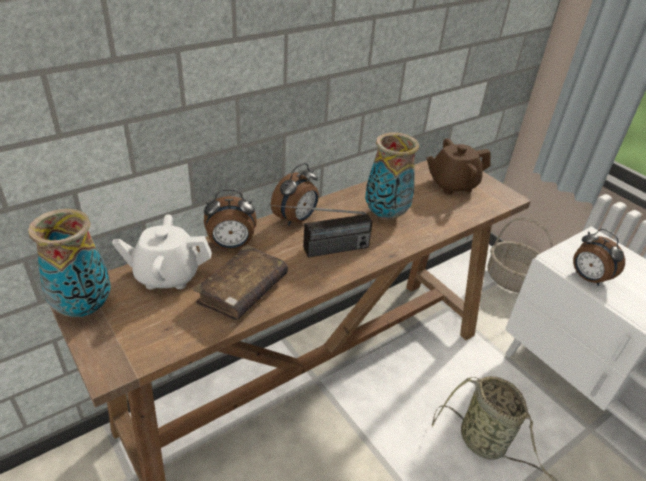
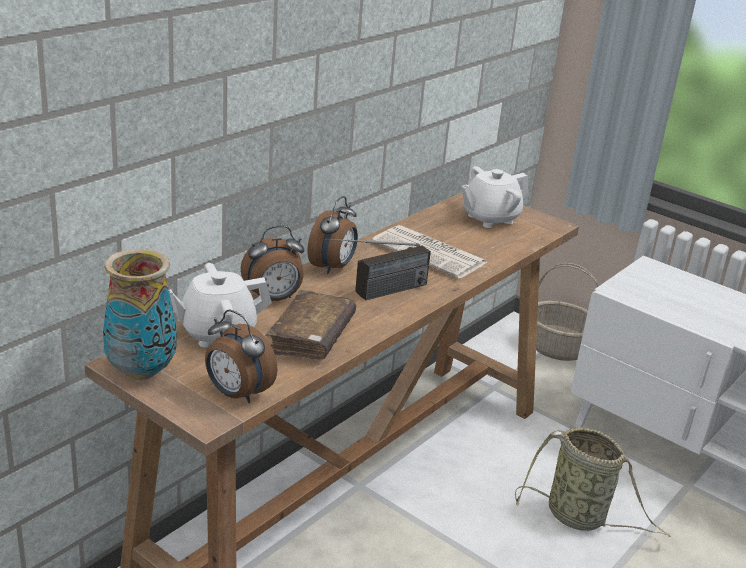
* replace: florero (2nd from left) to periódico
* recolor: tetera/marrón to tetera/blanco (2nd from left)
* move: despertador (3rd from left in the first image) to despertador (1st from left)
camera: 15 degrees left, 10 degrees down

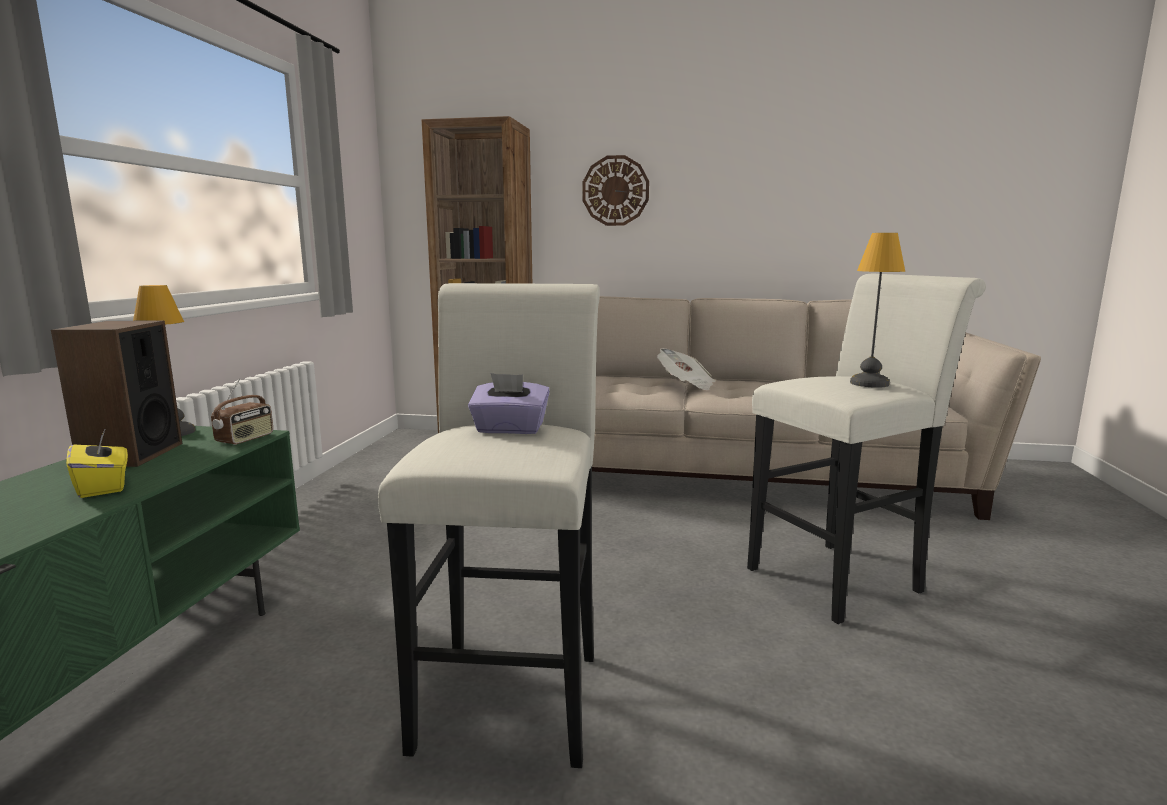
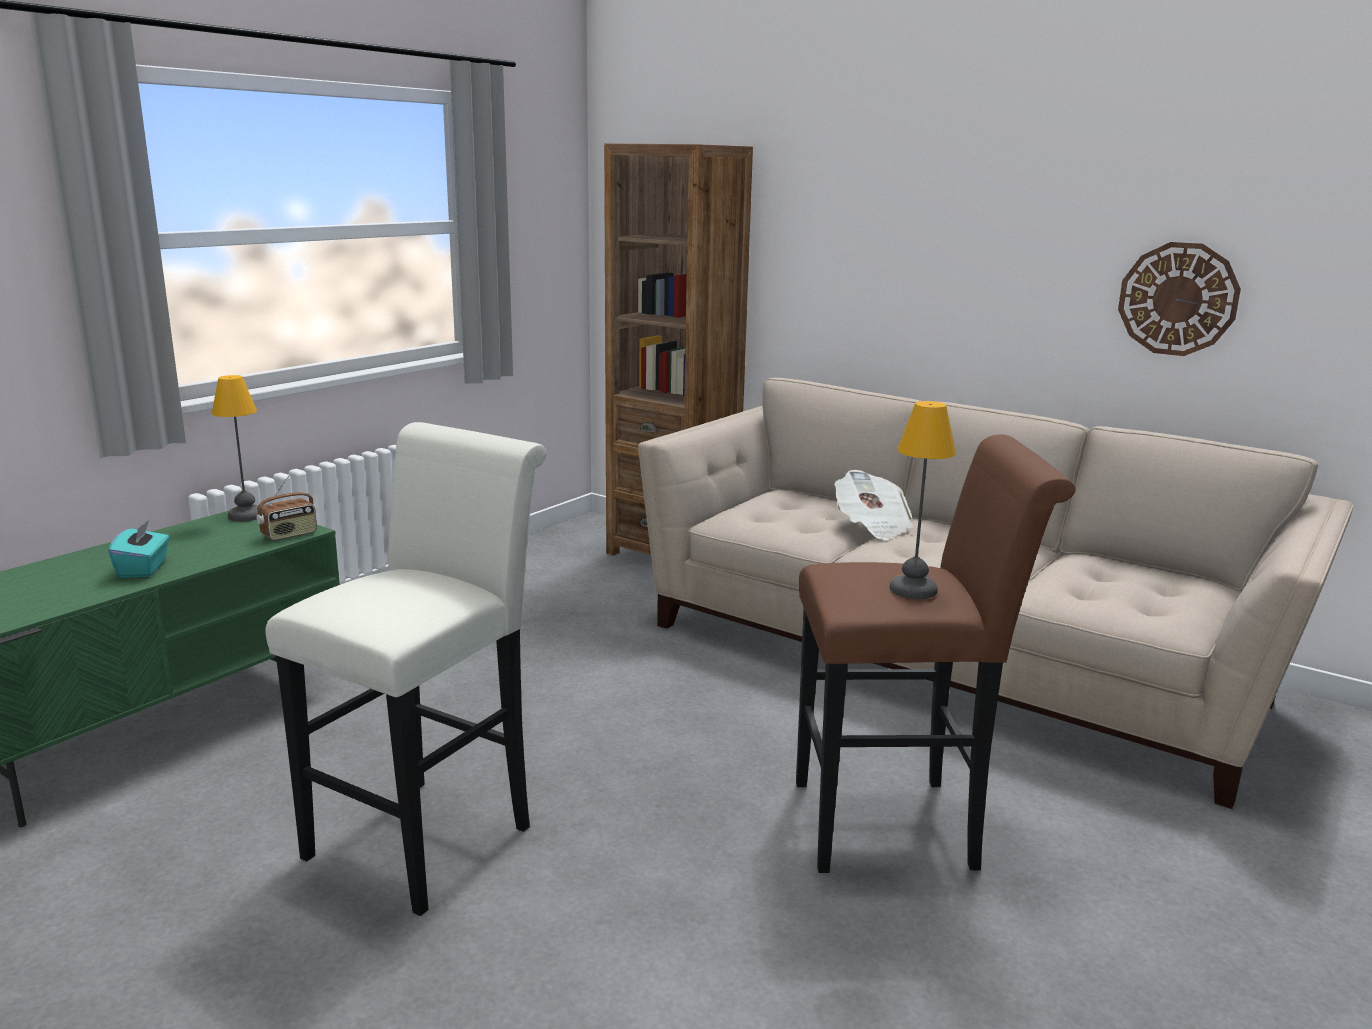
* delete: altavoz
* recolor: caja de pañuelos/amarillo to caja de pañuelos/turquesa
* delete: caja de pañuelos/morado
* move: reloj de pared
* recolor: taburete/blanco (2nd from left) to taburete/marrón
camera: 25 degrees right, 5 degrees up

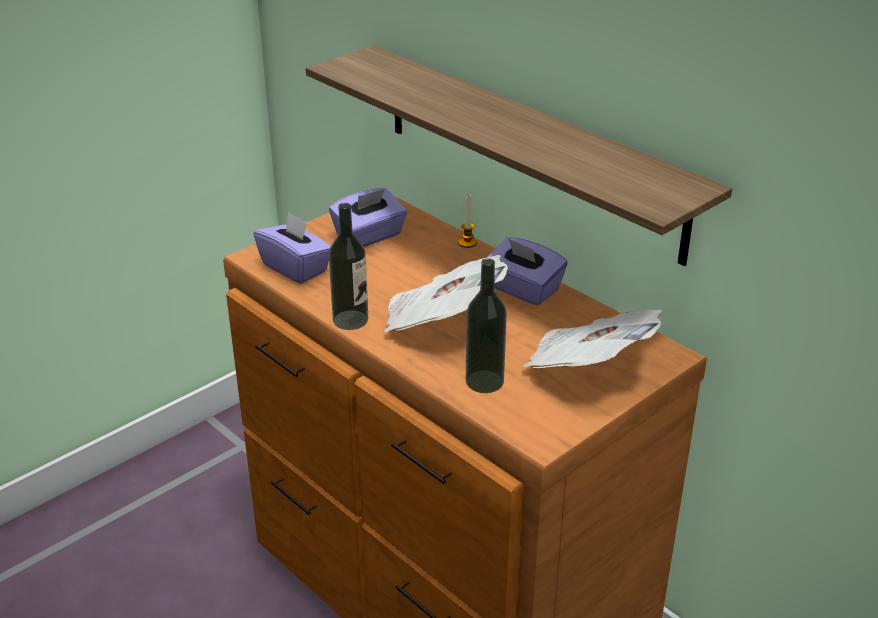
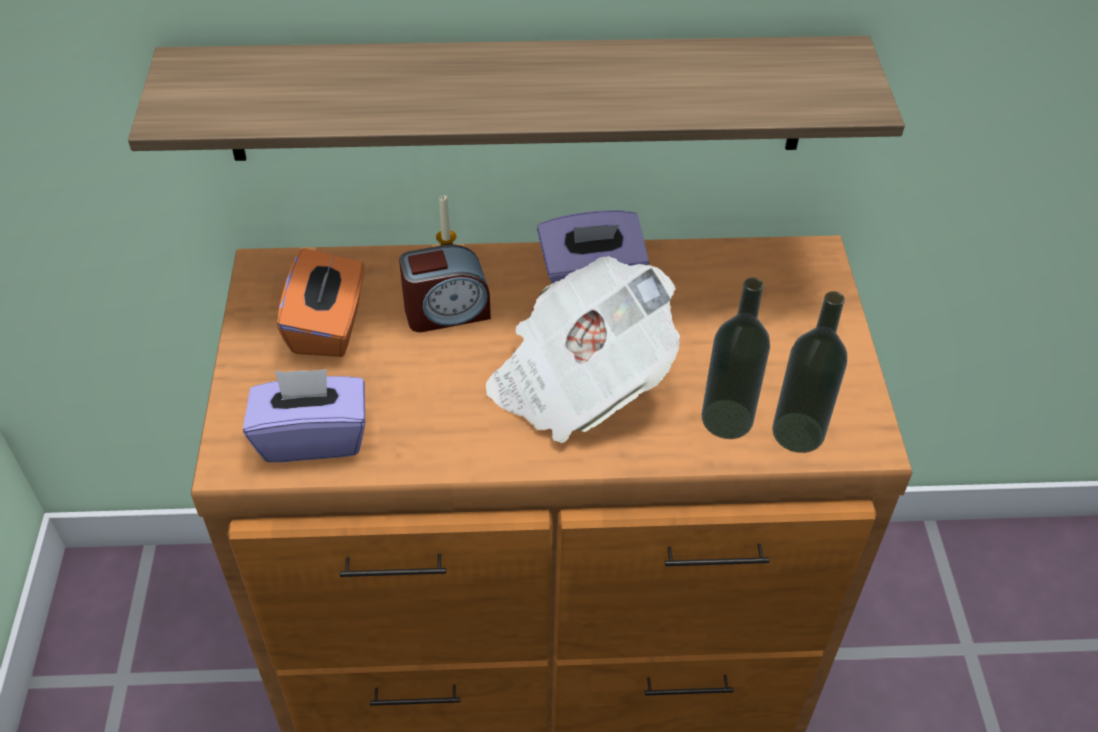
* recolor: caja de pañuelos/morado (2nd from left) to caja de pañuelos/naranja
* move: botella (1st from left in the first image) to botella (2nd from left)
* delete: periódico (2nd from left)
* insert: despertador
camera: 50 degrees left, 15 degrees up

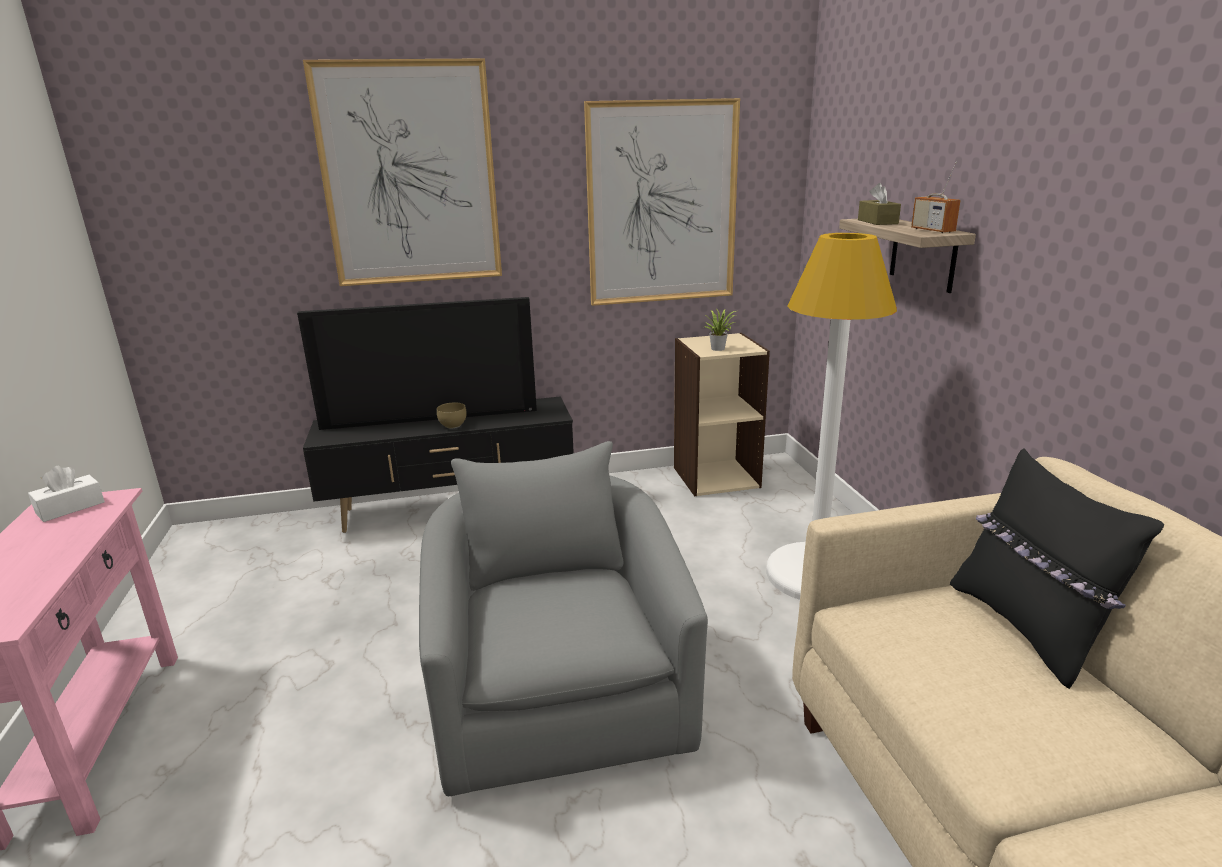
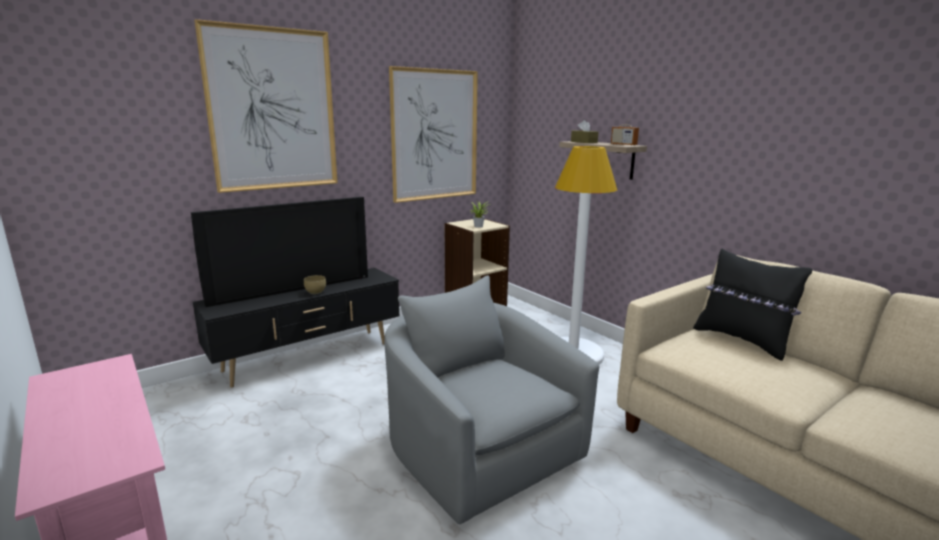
* delete: caja de pañuelos/blanco
camera: 25 degrees left, 5 degrees down

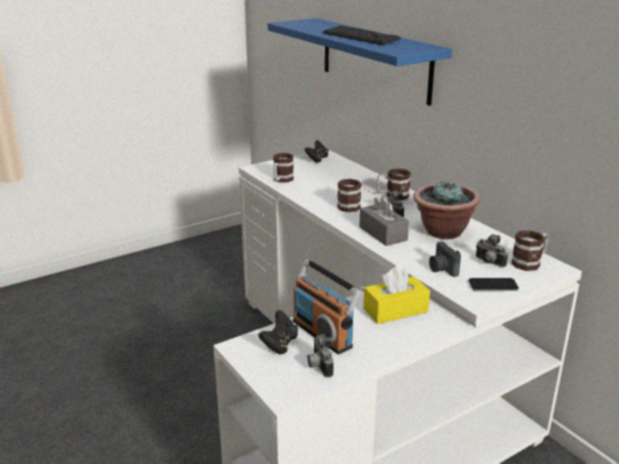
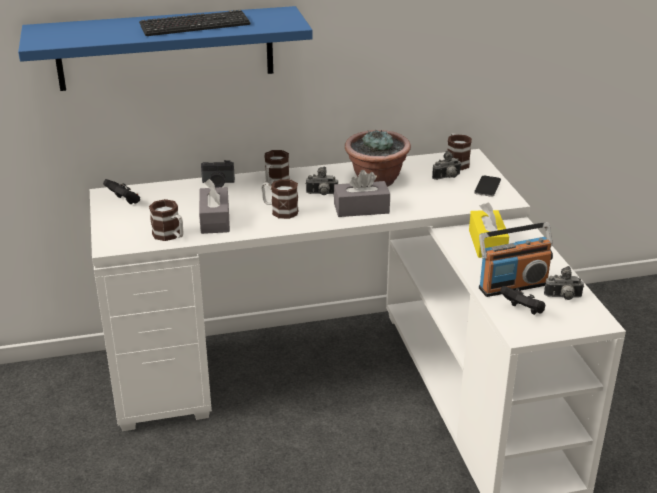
* move: cámara (3rd from left in the first image) to cámara (1st from left)
* insert: caja de pañuelos/gris (1st from left)
camera: 70 degrees left, 5 degrees up

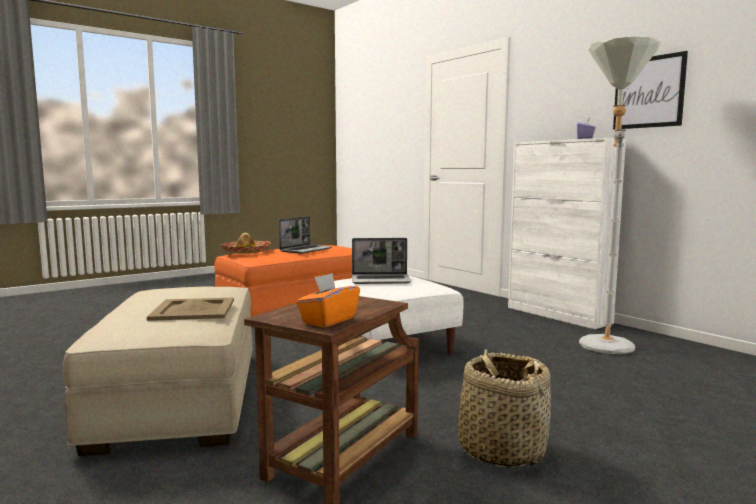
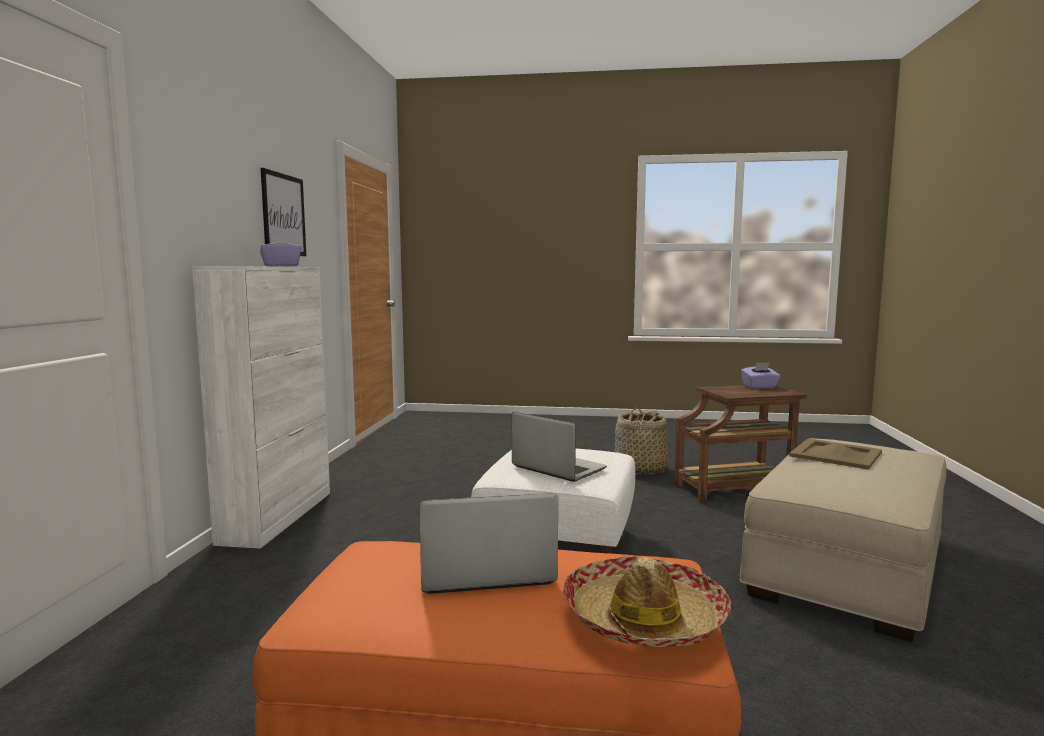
* recolor: caja de pañuelos/naranja to caja de pañuelos/morado (2nd from left)
* delete: lámpara de pie/gris
camera: 135 degrees left, 0 degrees up

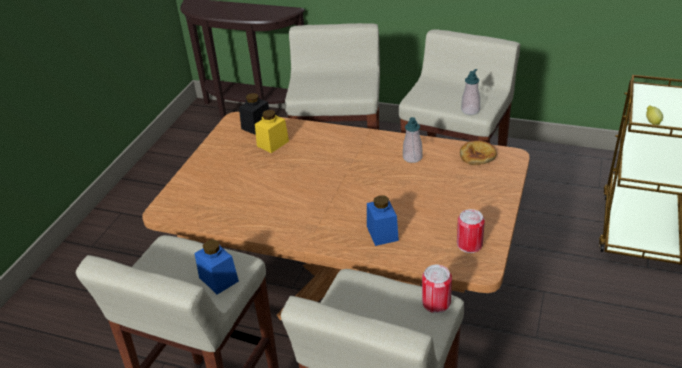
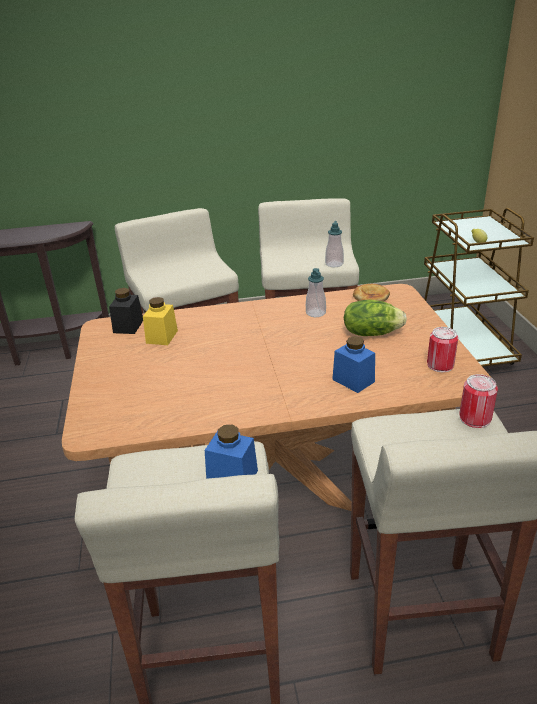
* insert: lechuga
camera: 30 degrees left, 5 degrees down

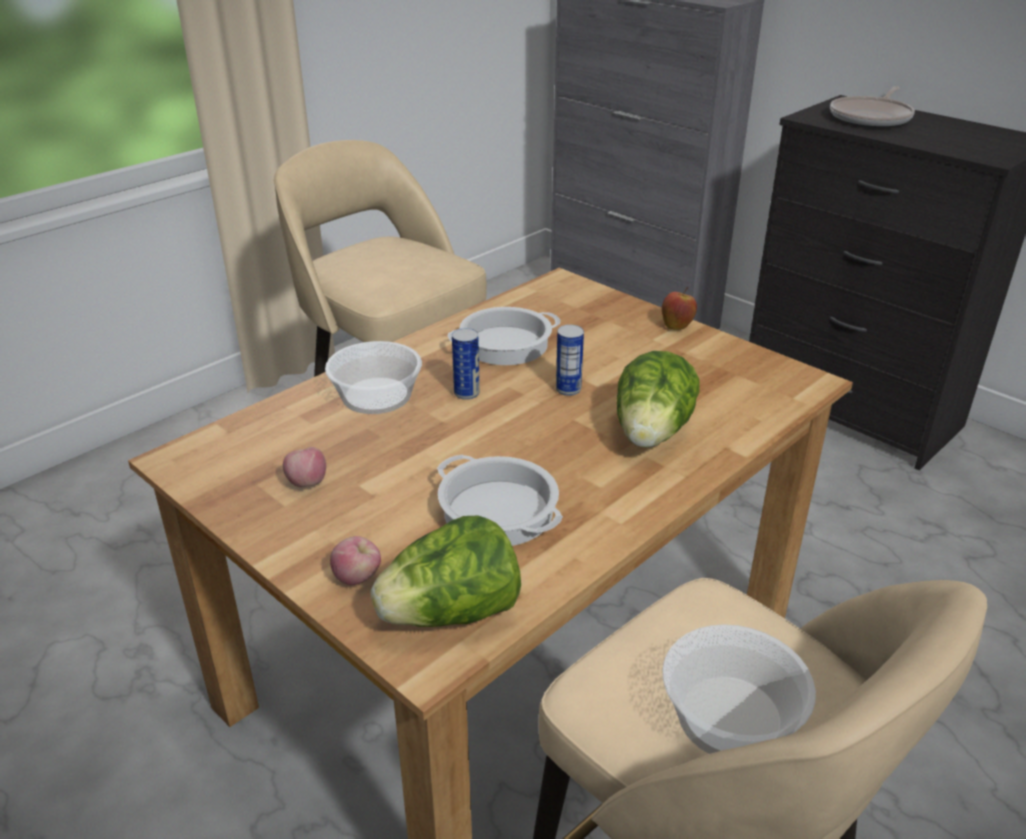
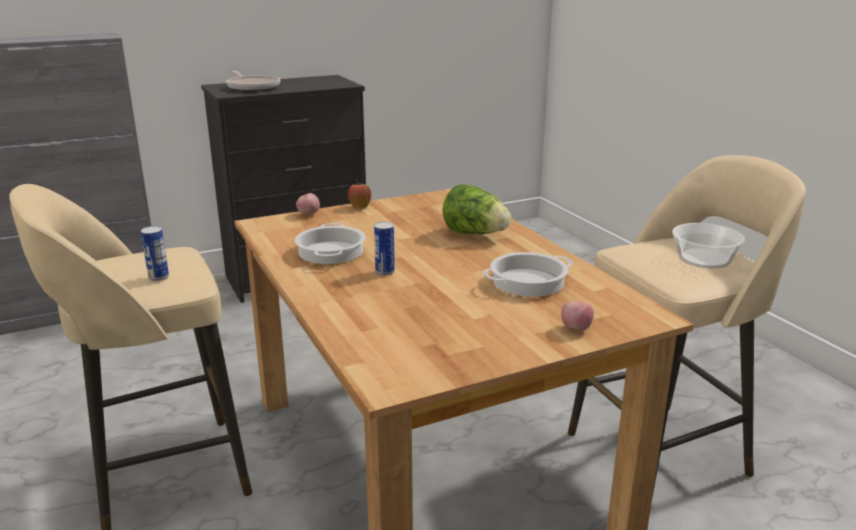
* move: manzana (1st from left)
* delete: cuenco (1st from left)
* delete: lechuga (1st from left)
* move: lata (2nd from left in the first image) to lata (1st from left)
camera: 70 degrees left, 10 degrees down

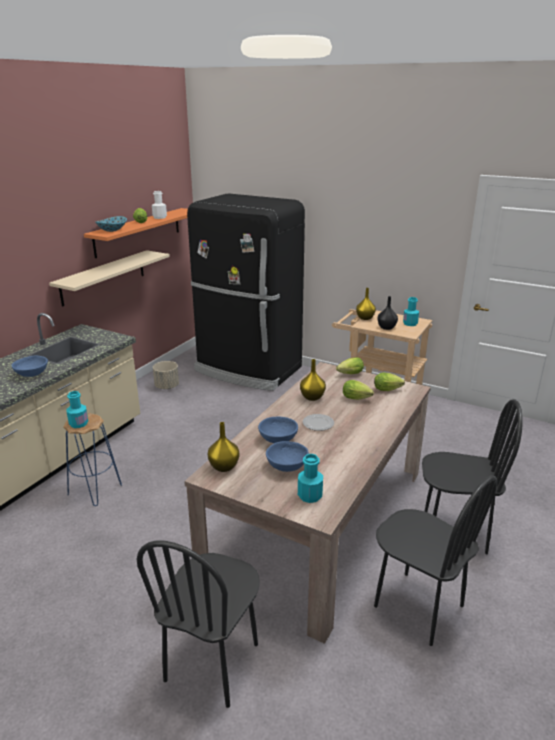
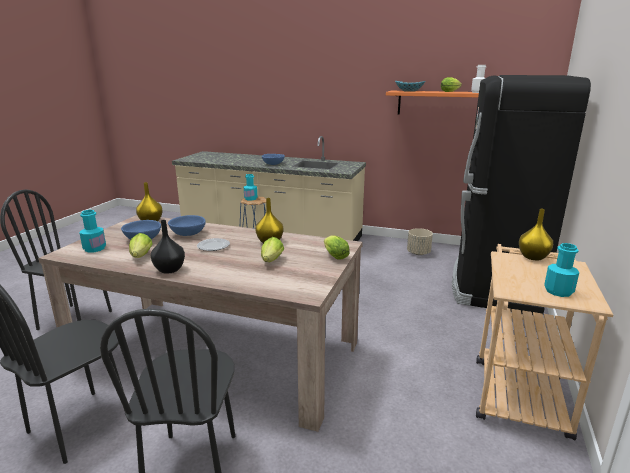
* delete: estante/beis
* move: lechuga (4th from left in the first image) to lechuga (1st from left)
* move: florero/negro
camera: 80 degrees right, 5 degrees down

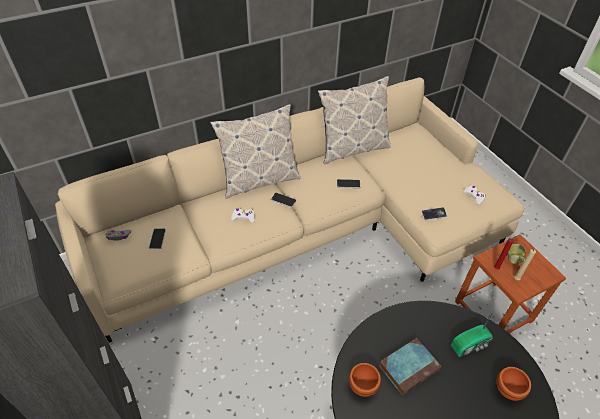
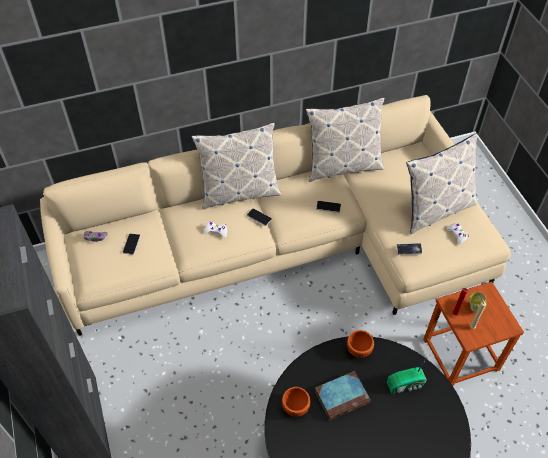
* move: cuenco/marrón (2nd from left)
* insert: cojín (3rd from left)
camera: 10 degrees right, 5 degrees up

